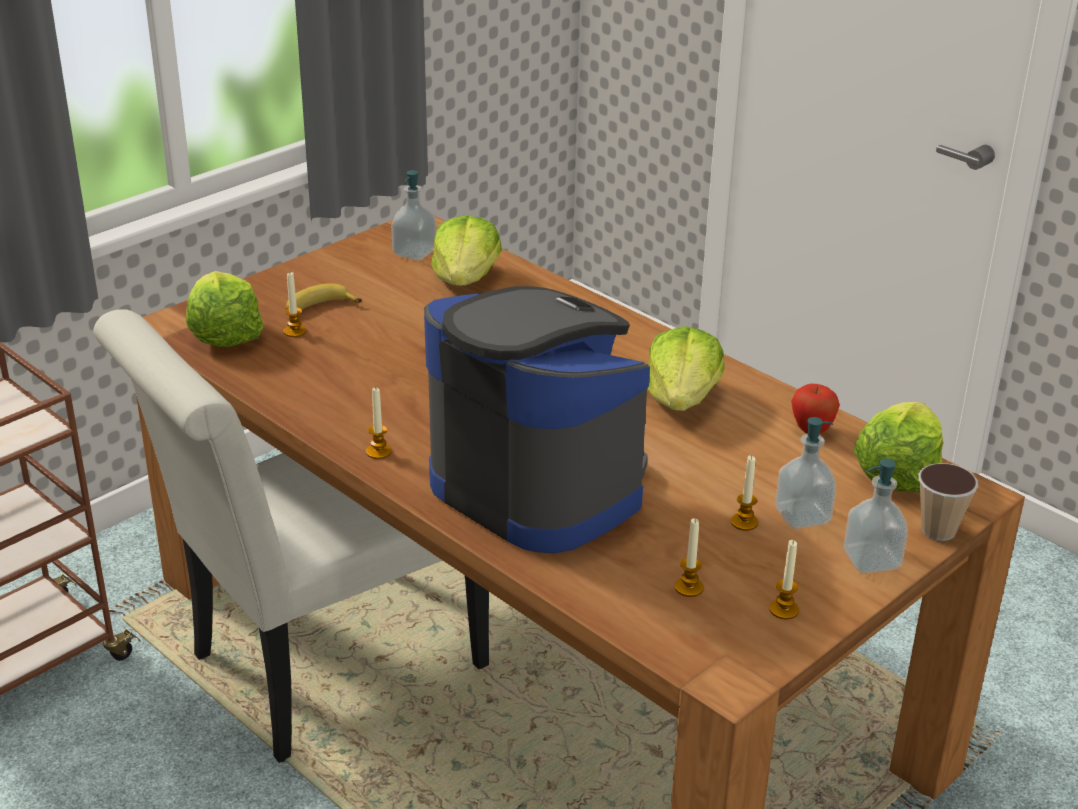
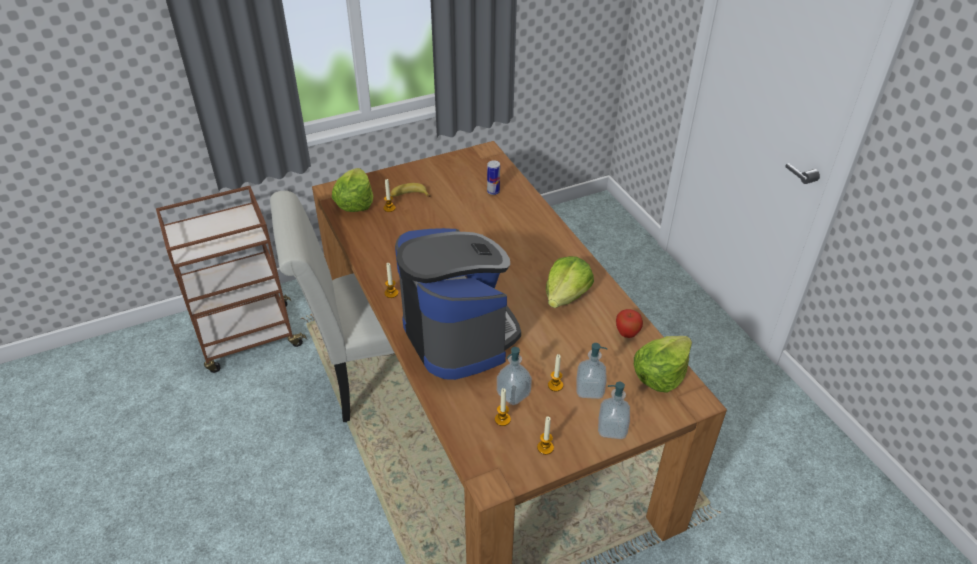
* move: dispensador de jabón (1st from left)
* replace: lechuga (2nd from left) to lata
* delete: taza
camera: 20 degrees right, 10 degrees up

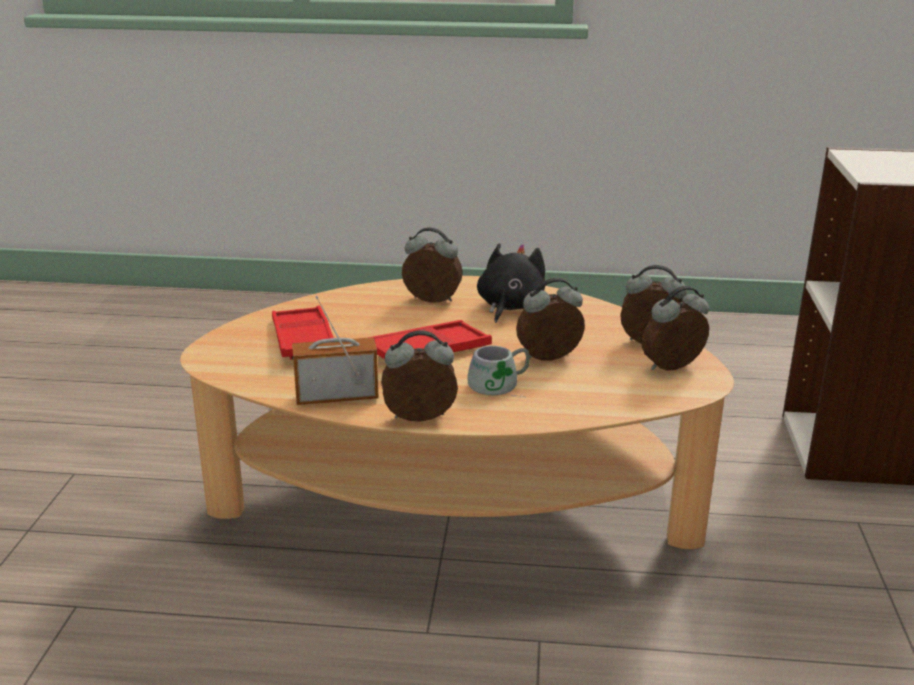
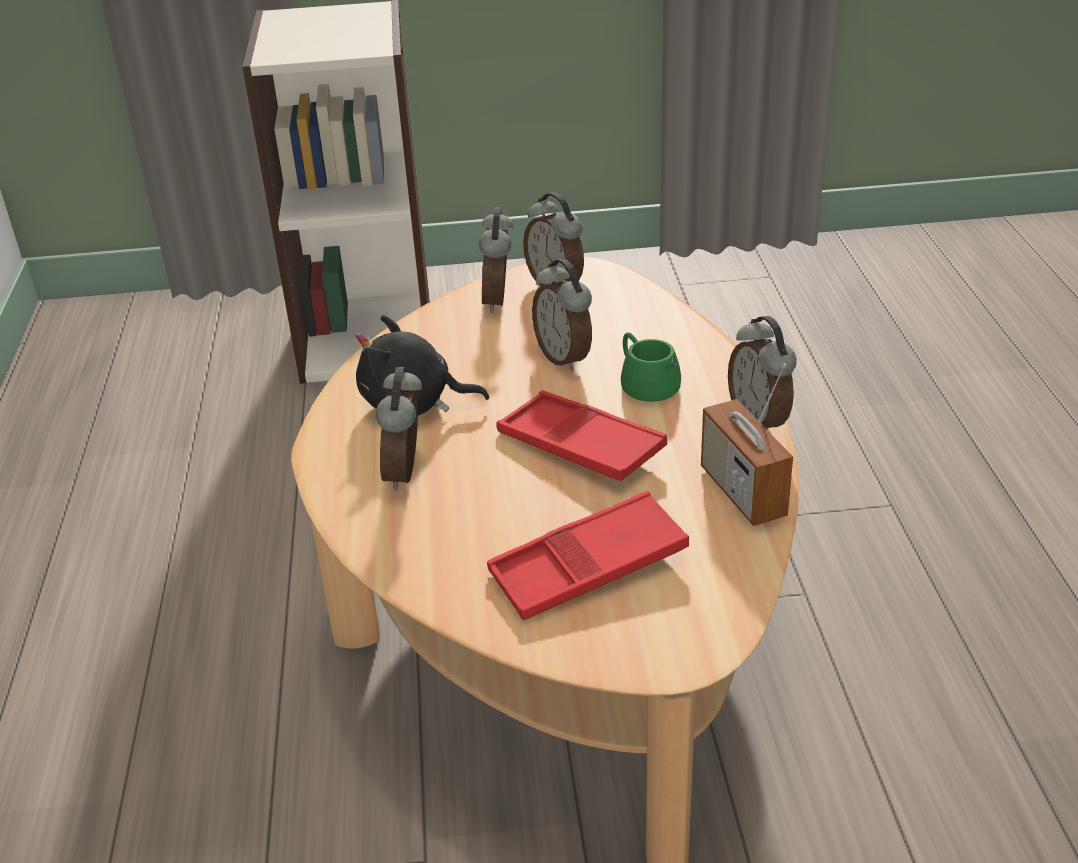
* recolor: taza grande/gris to taza grande/verde
camera: 100 degrees left, 10 degrees up

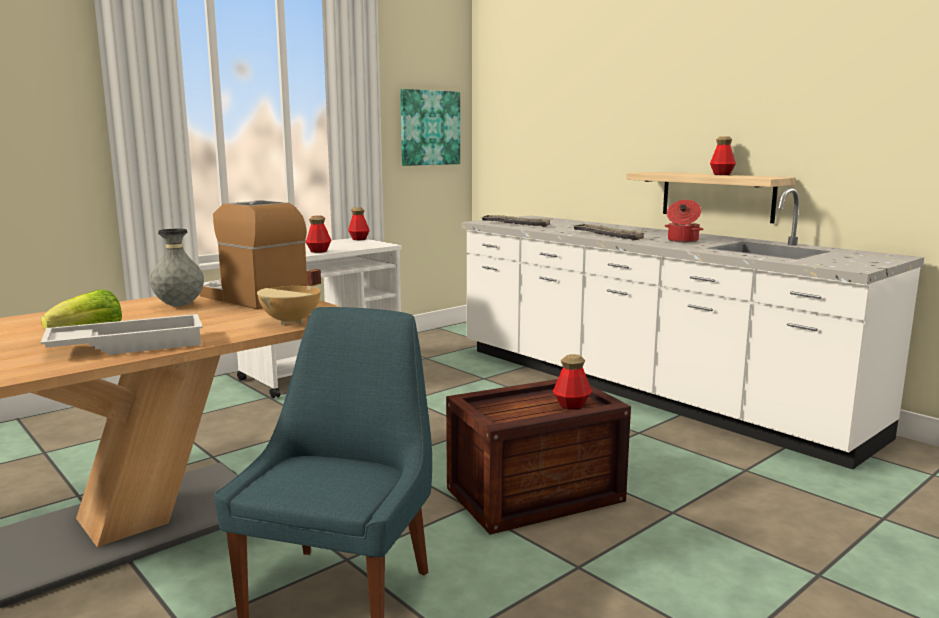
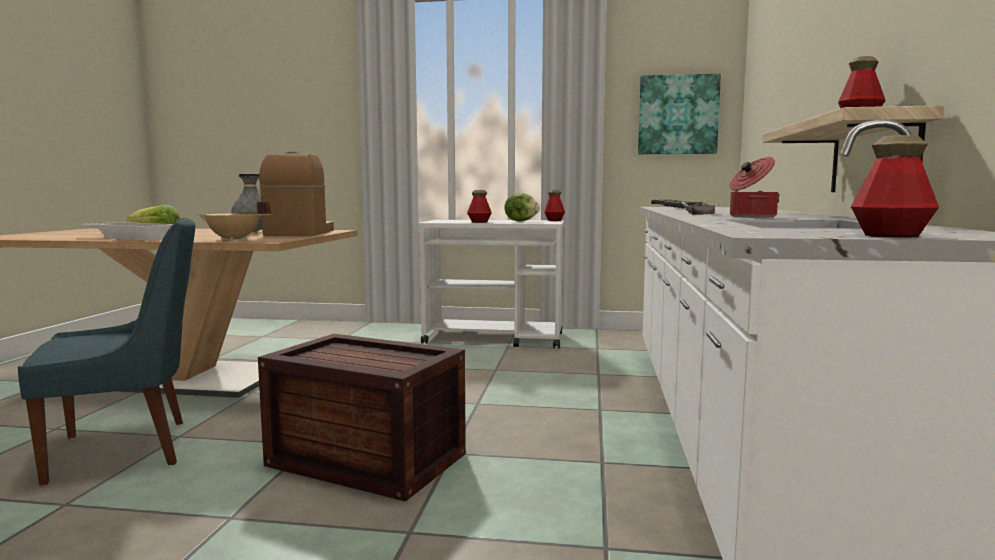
* move: botella (3rd from left in the first image) to botella (4th from left)
* insert: lechuga (2nd from left)
camera: 50 degrees right, 5 degrees down

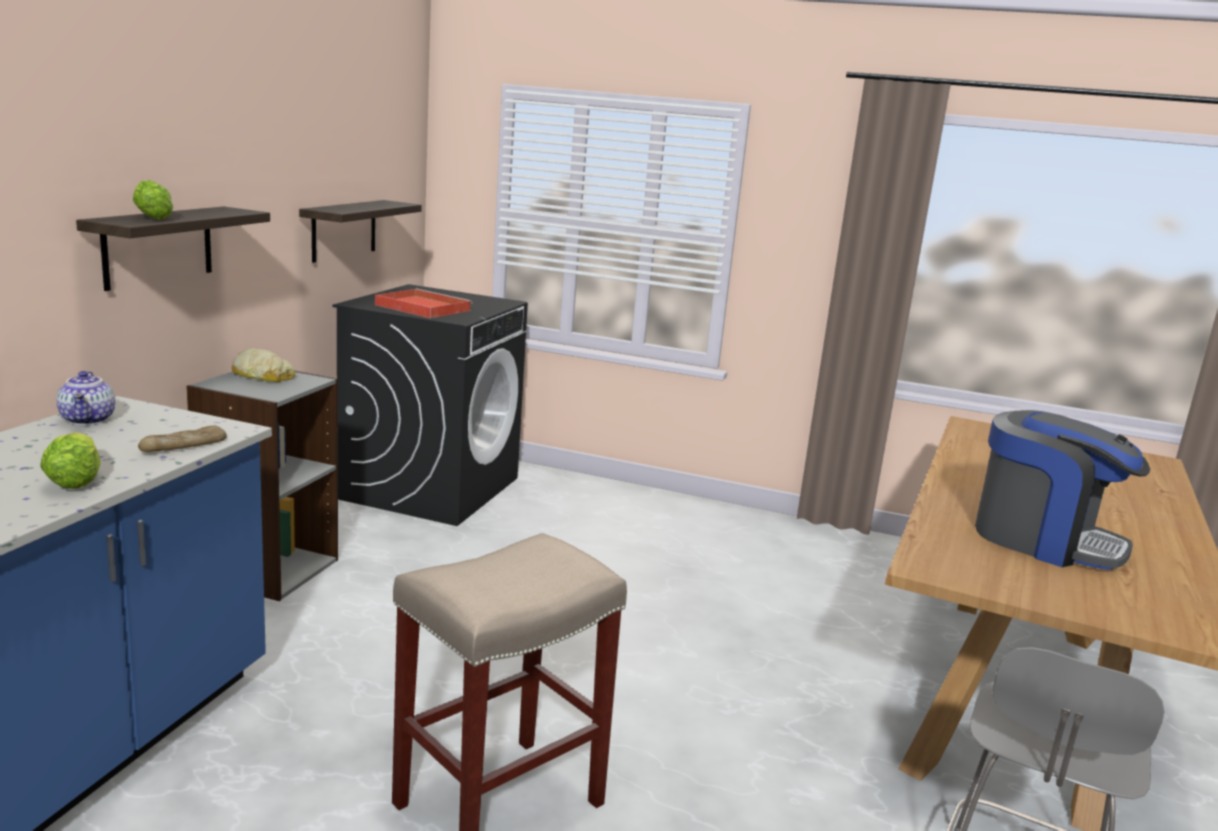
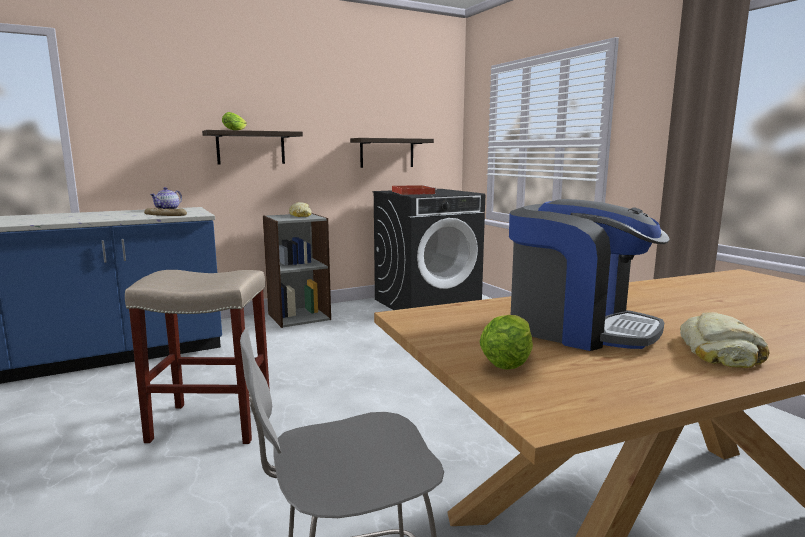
* move: lechuga (1st from left in the first image) to lechuga (2nd from left)
* rotate: cafetera 45 degrees counterclockwise
* insert: pan (3rd from left)
camera: 45 degrees right, 5 degrees down

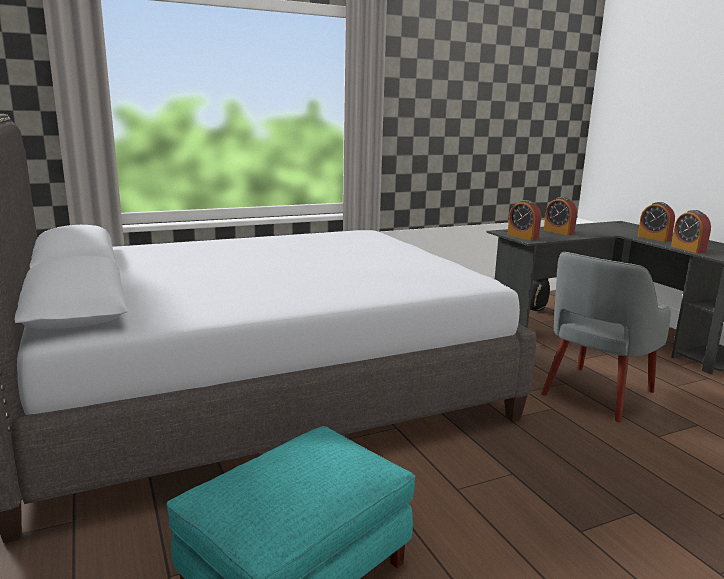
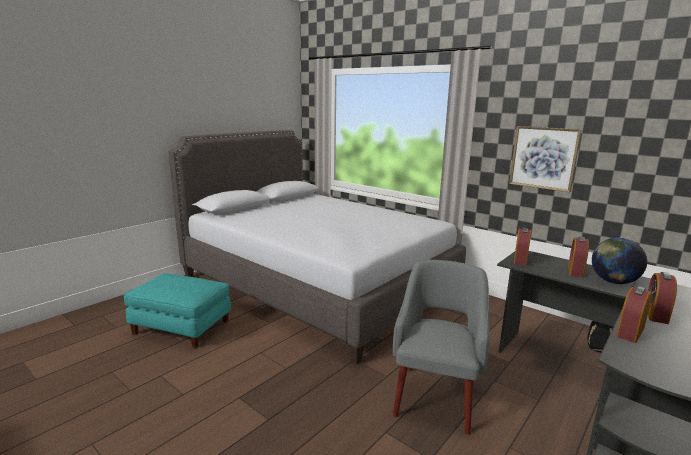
* rotate: sillón/gris 90 degrees clockwise
* insert: cuadro
* insert: globo terráqueo
camera: 65 degrees right, 0 degrees up

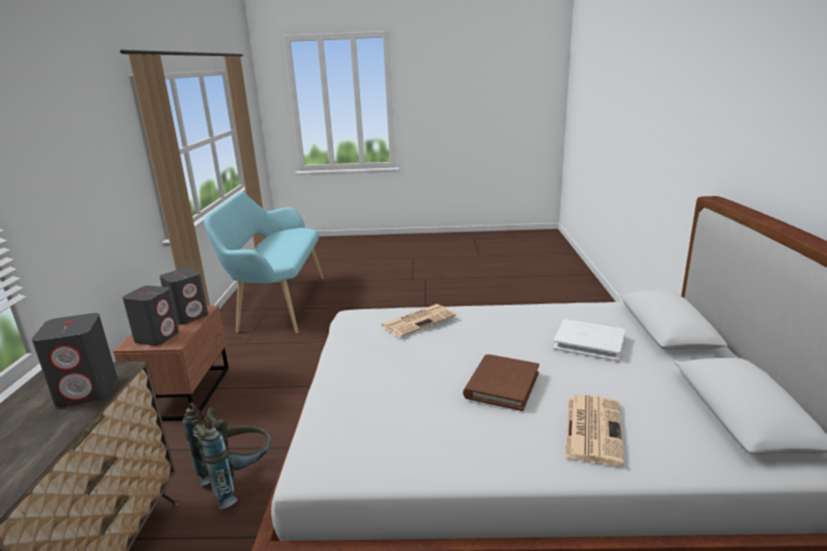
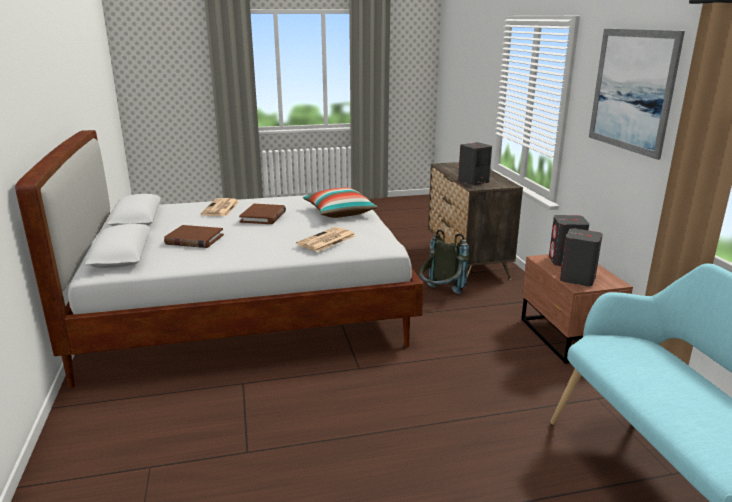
* recolor: libro/blanco to libro/marrón (1st from left)
* insert: cojín
* insert: cuadro
camera: 165 degrees right, 0 degrees up

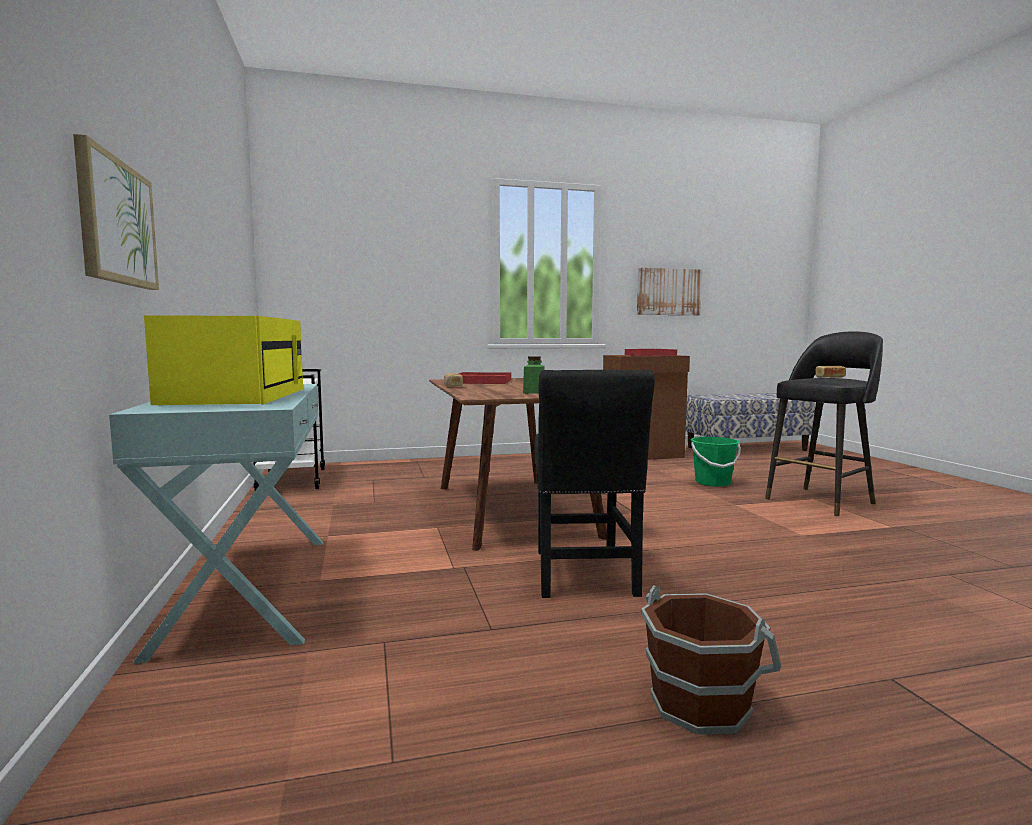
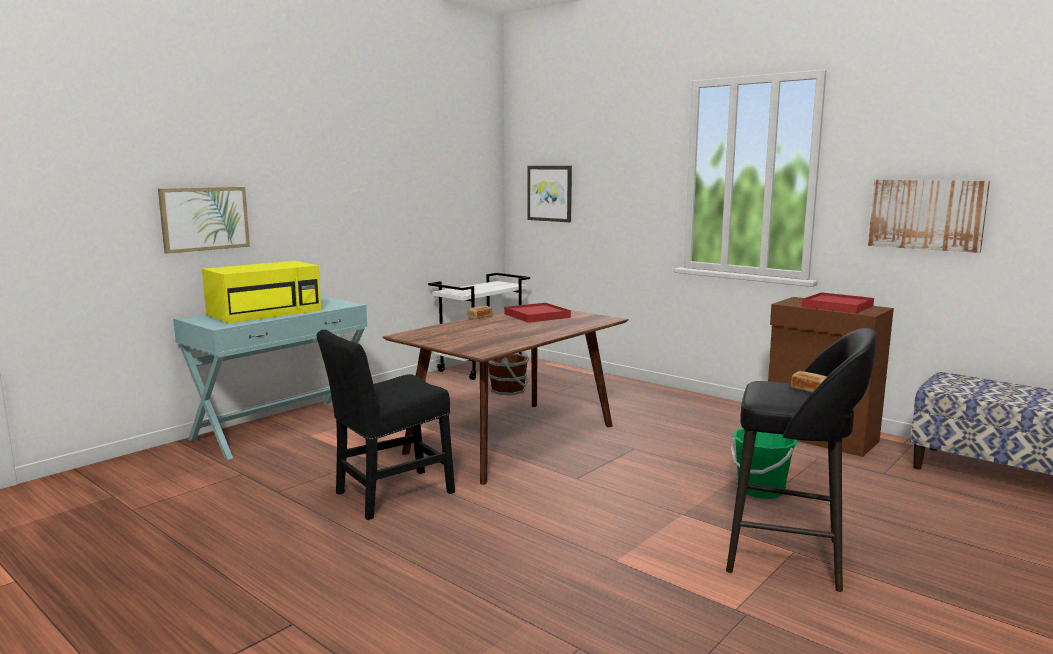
* delete: tarro/verde
* move: cubo/marrón
* insert: cuadro (2nd from left)
camera: 55 degrees right, 5 degrees up

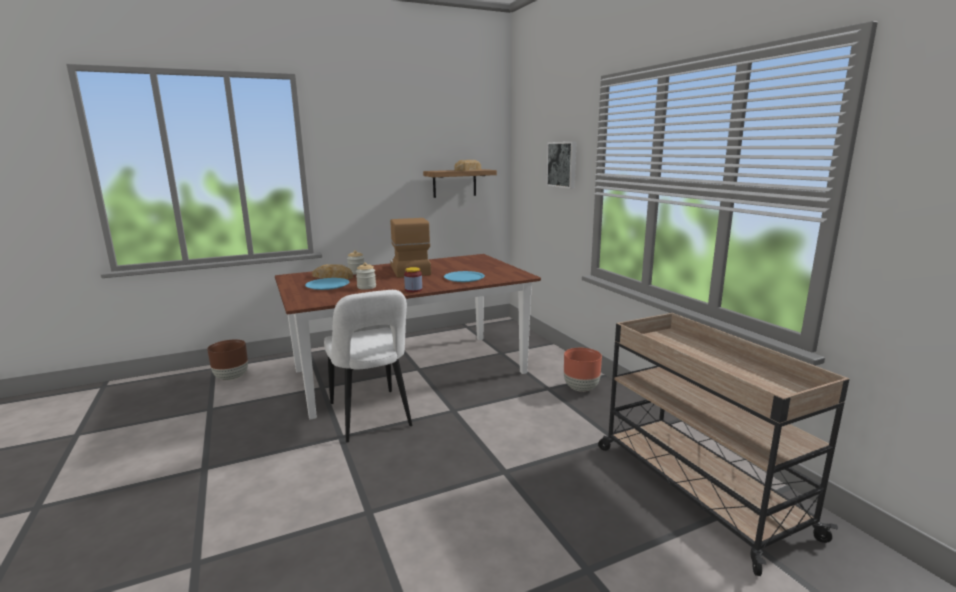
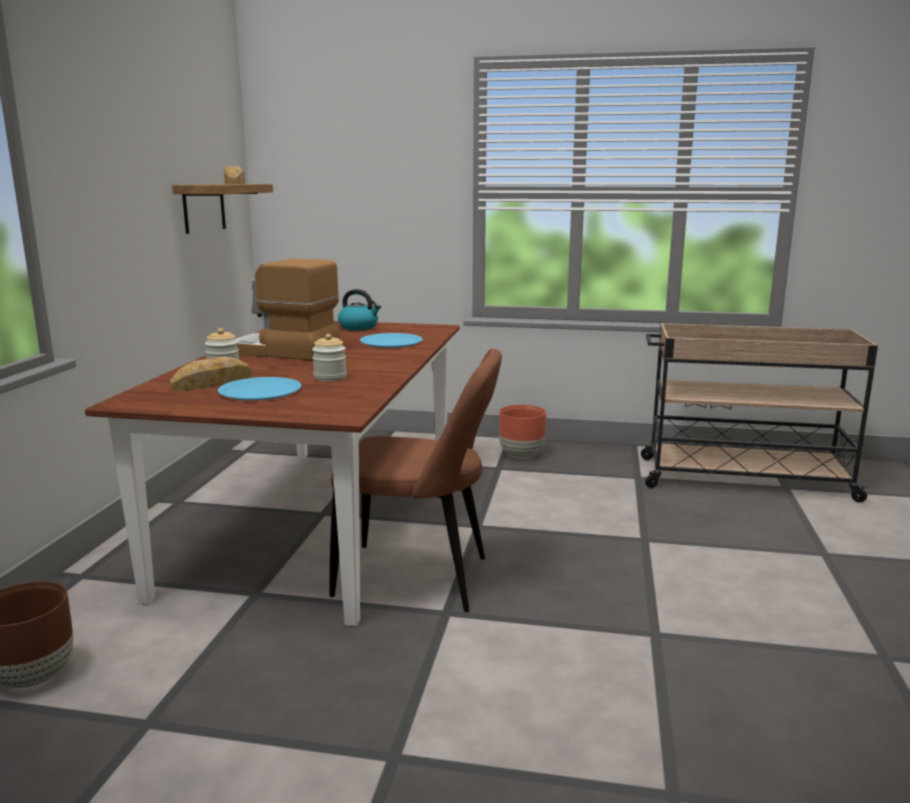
* recolor: silla/blanco to silla/marrón
* delete: tarro (3rd from left)
* delete: cuadro
* insert: hervidor
camera: 55 degrees left, 0 degrees up

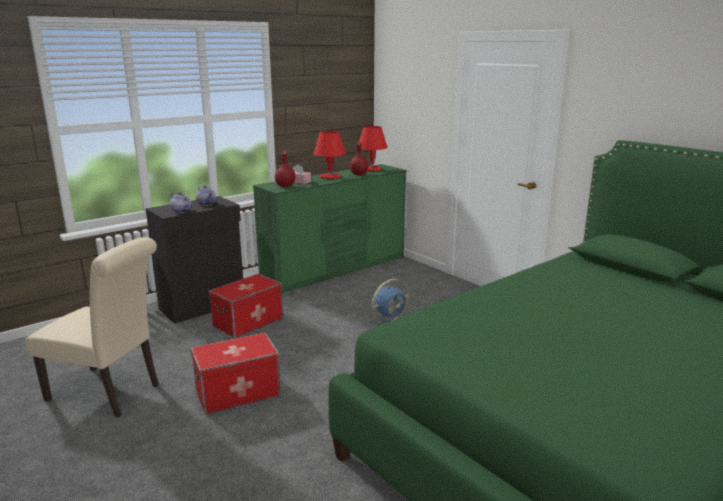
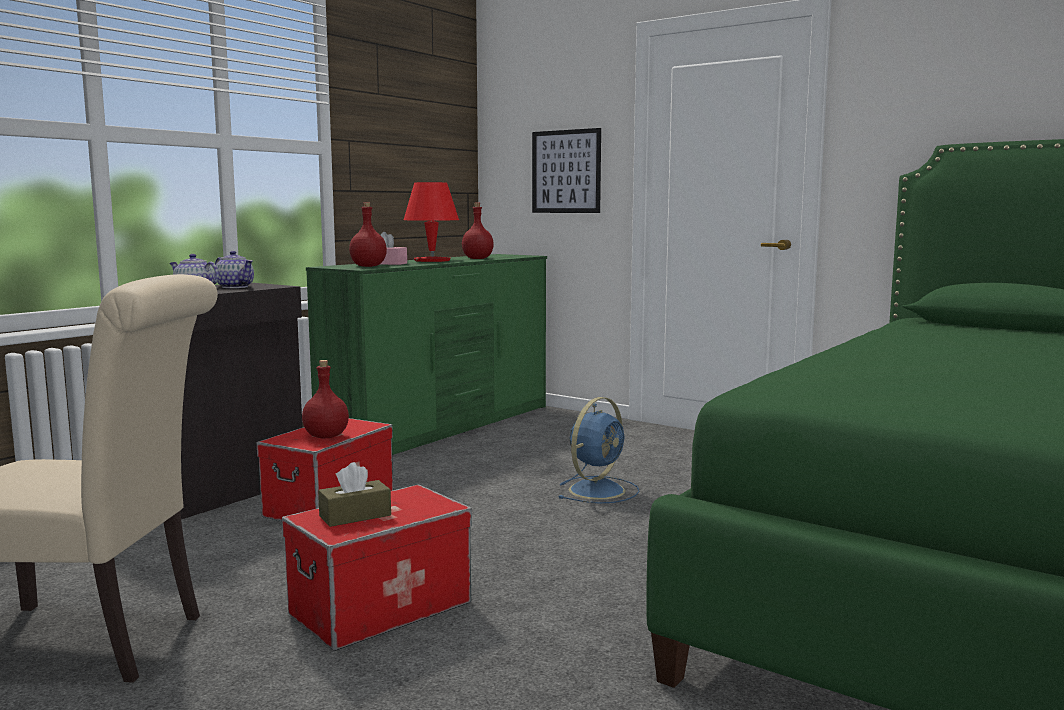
* delete: lámpara de mesa/rojo (2nd from left)
* insert: botella/rojo (1st from left)
* insert: caja de pañuelos/marrón
* insert: cuadro
camera: 15 degrees left, 10 degrees down

